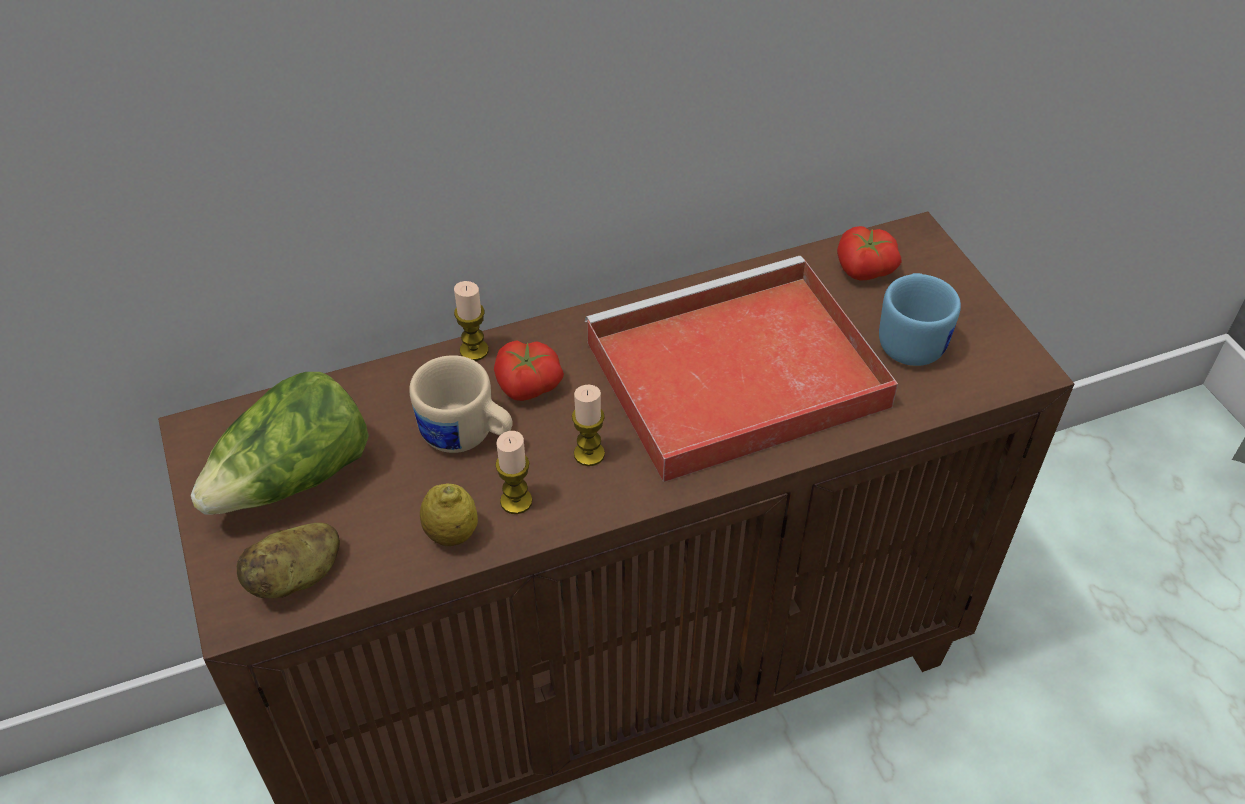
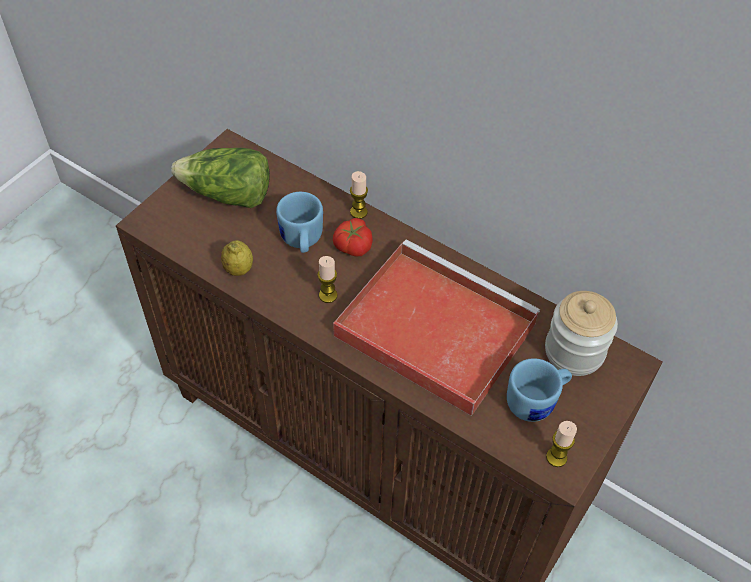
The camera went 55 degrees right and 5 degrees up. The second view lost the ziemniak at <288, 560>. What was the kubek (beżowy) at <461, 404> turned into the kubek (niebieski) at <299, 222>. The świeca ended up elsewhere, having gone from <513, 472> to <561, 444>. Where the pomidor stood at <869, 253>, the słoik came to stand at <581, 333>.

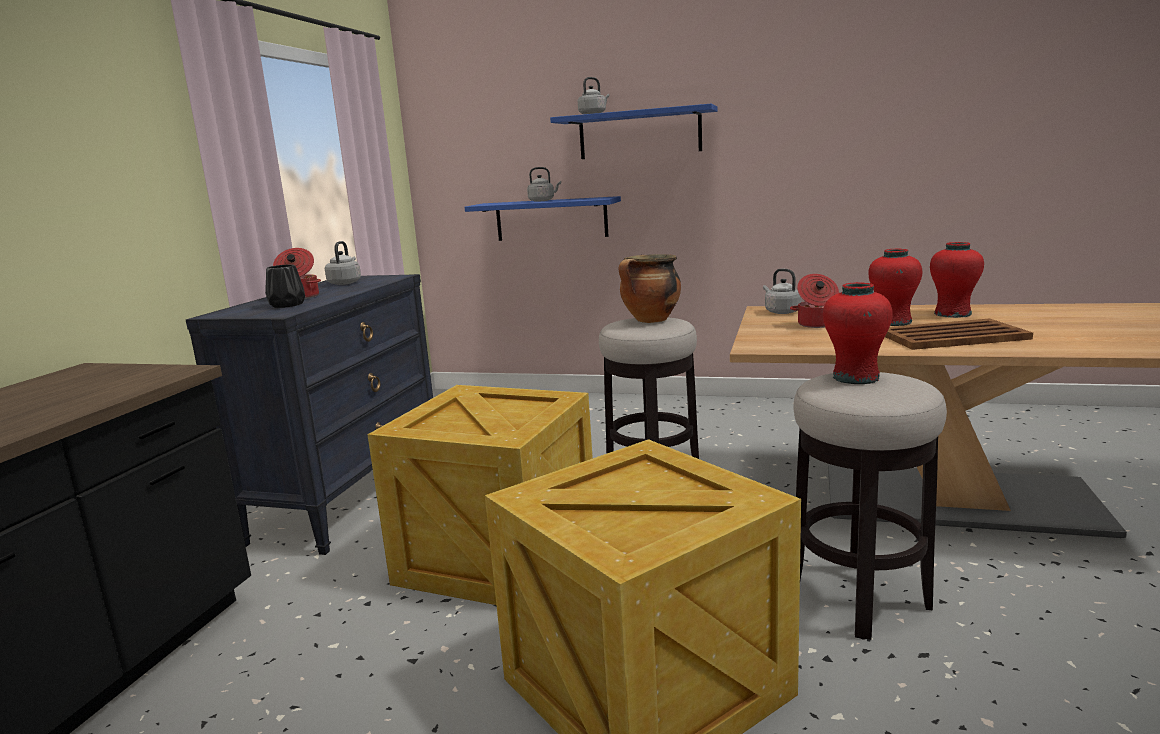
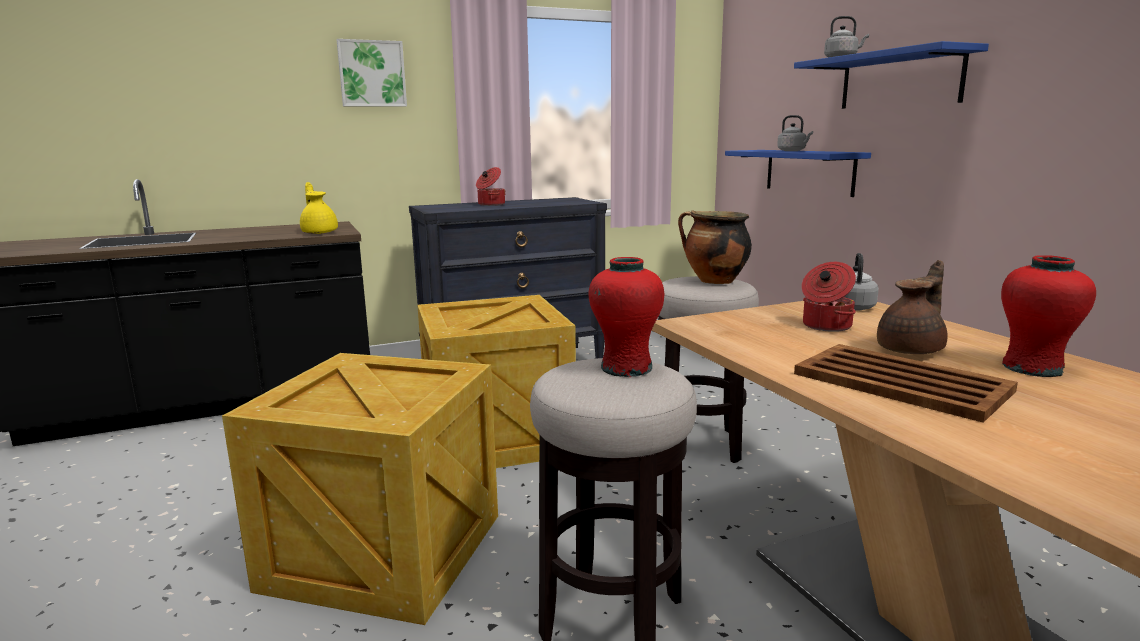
The camera went 50 degrees right and 0 degrees up. The second view lost the wazon (czarny) at <285, 286>. The second view lost the czajnik (szary) at <343, 263>. Where the wazon (czerwony) stood at <895, 287>, the imbryk (brązowy) came to stand at <912, 307>. The second view gained the imbryk (żółty) at <319, 208>. The second view gained the obraz at <372, 73>.

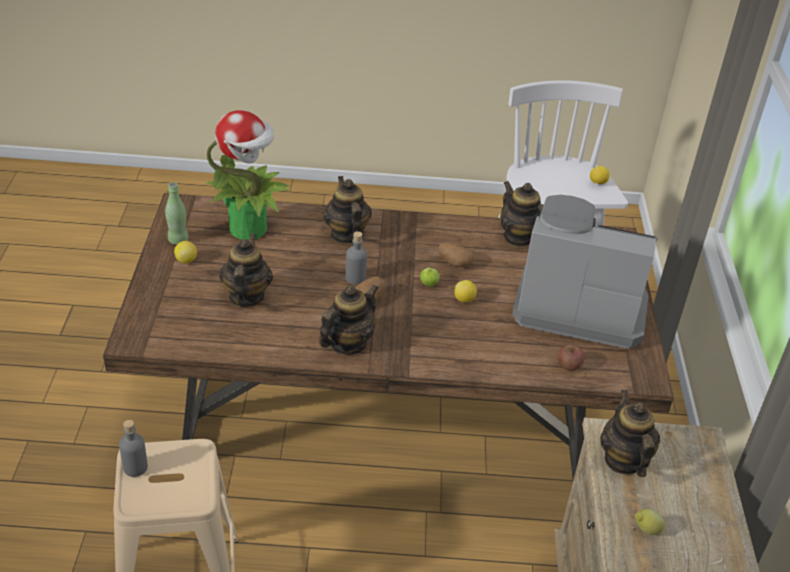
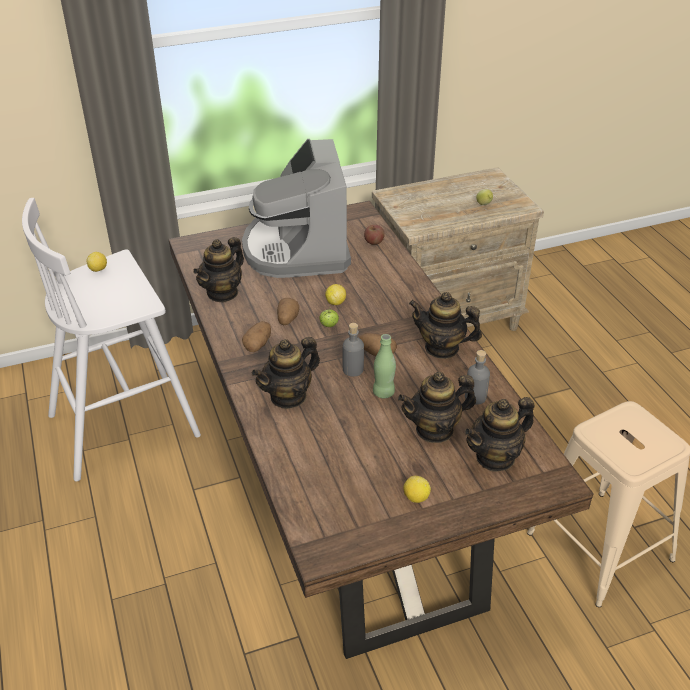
The camera went 110 degrees left and 0 degrees up. The butelka (szary) ended up elsewhere, having gone from <133, 448> to <477, 377>. The butelka (zielony) ended up elsewhere, having gone from <177, 213> to <384, 366>. The second view lost the roślina doniczkowa at <247, 175>. The imbryk ended up elsewhere, having gone from <630, 433> to <499, 434>. The second view gained the ziemniak at <256, 336>.

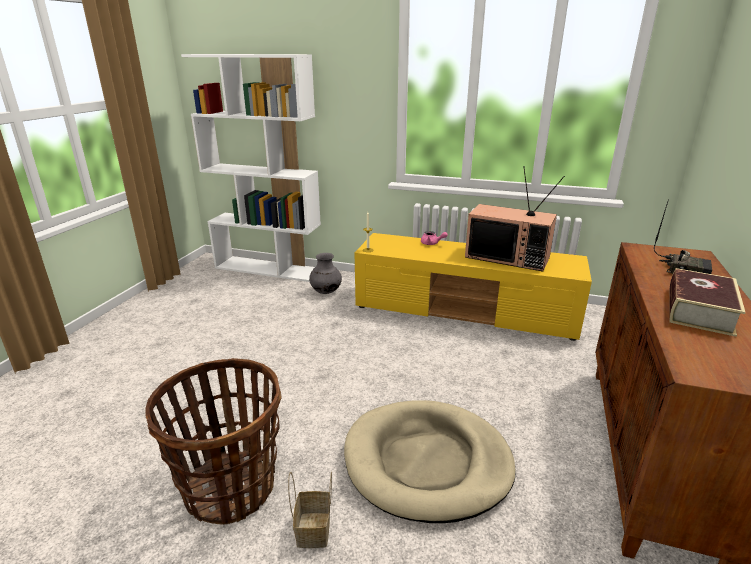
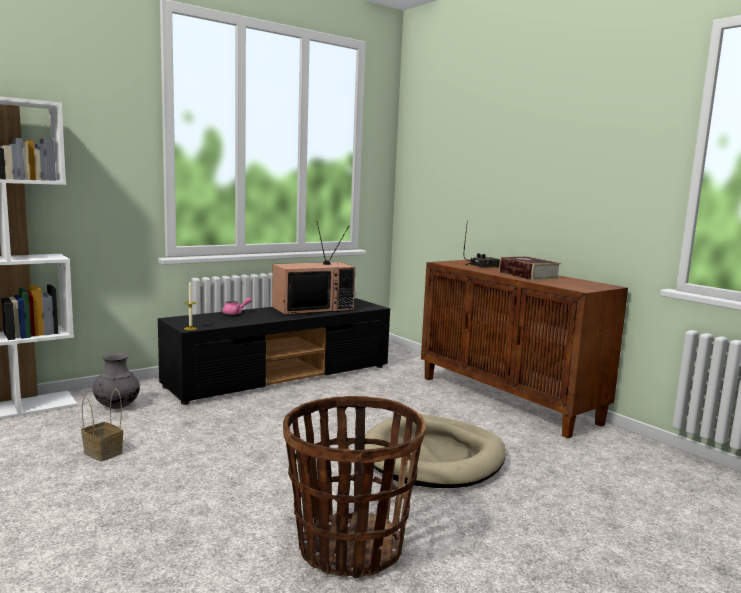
The camera went 55 degrees left and 15 degrees down. The koszyk ended up elsewhere, having gone from <310, 510> to <102, 425>. What was the szafka pod telewizor (żółty) at <473, 287> turned into the szafka pod telewizor (czarny) at <274, 351>.

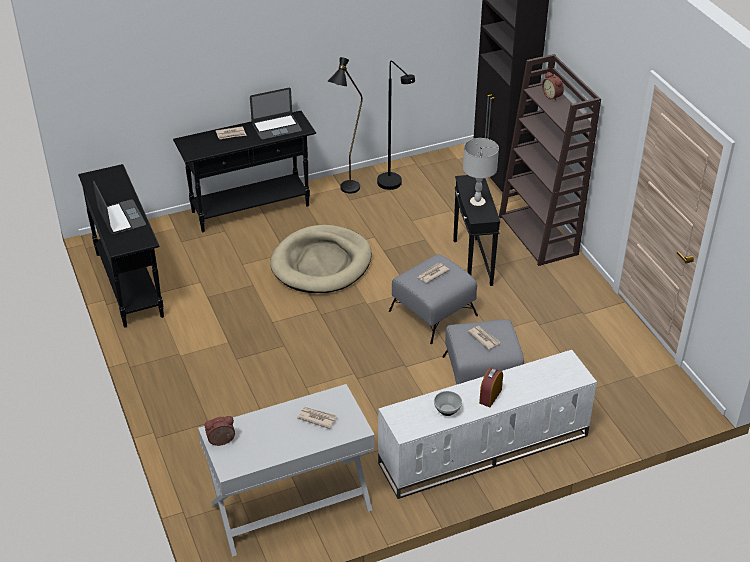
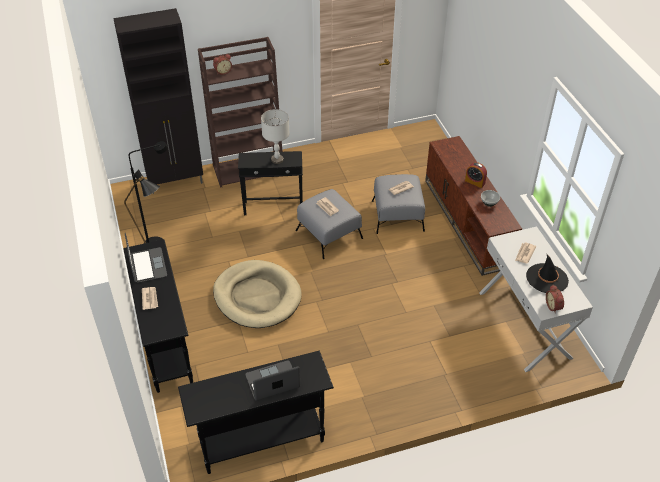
The camera went 85 degrees left and 5 degrees up. What was the szafka pod telewizor (biały) at <487, 424> turned into the szafka pod telewizor (brązowy) at <473, 206>. The second view gained the kapelusz (czarny) at <547, 273>.

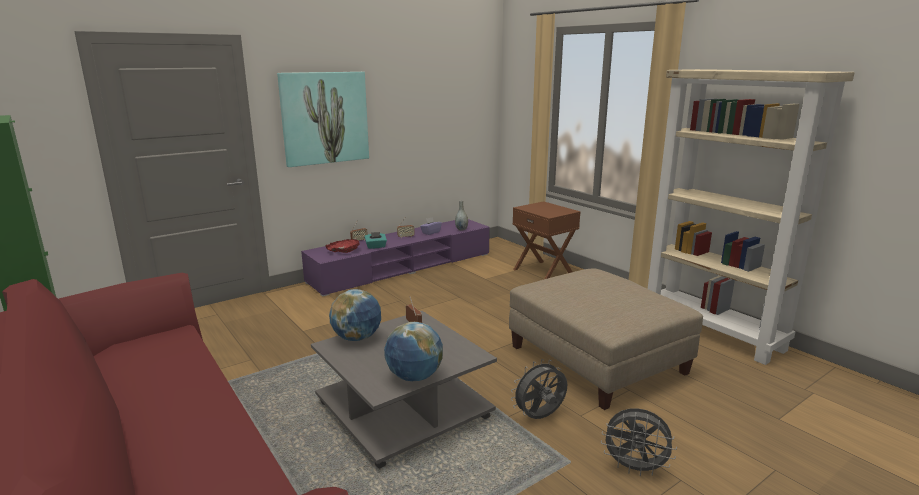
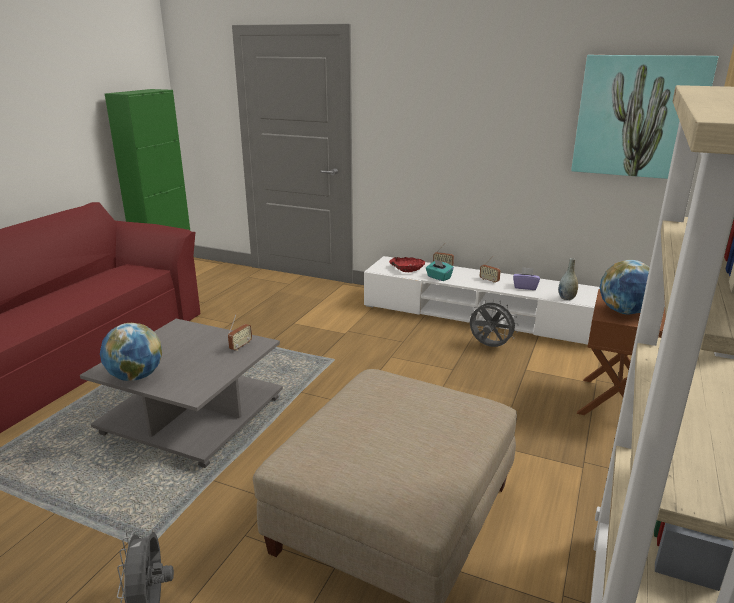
The camera went 60 degrees right and 5 degrees up. The obraz ended up elsewhere, having gone from <323, 119> to <644, 117>. What was the szafka pod telewizor (fioletowy) at <395, 258> turned into the szafka pod telewizor (biały) at <482, 300>. The globus ended up elsewhere, having gone from <355, 315> to <625, 287>. The wentylator (szary) ended up elsewhere, having gone from <539, 389> to <494, 323>.

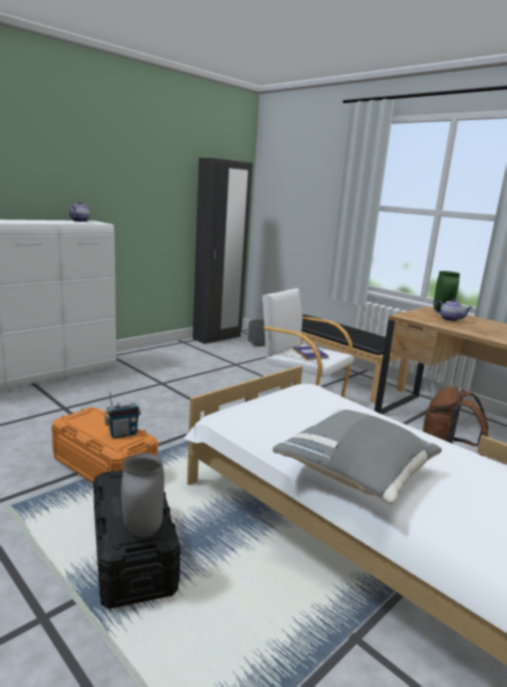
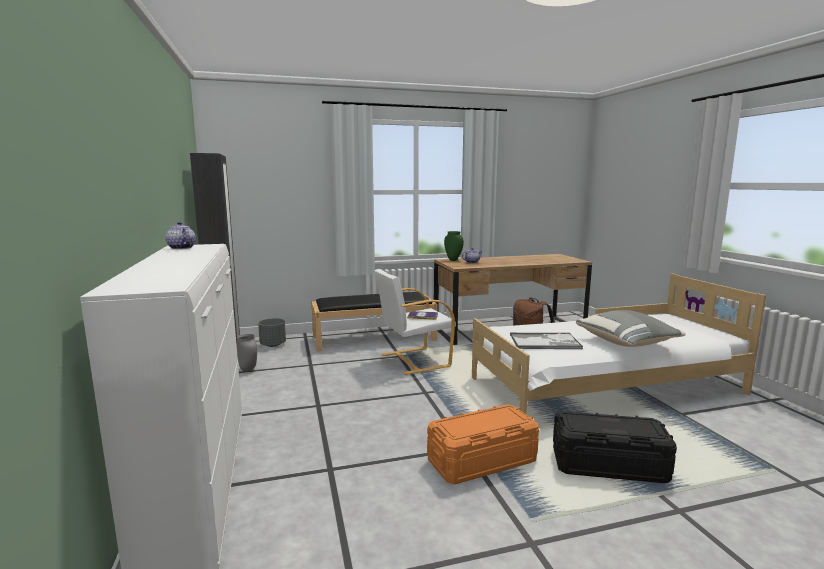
The camera went 60 degrees left and 5 degrees down. The second view lost the radio at <123, 415>. The wazon (szary) ended up elsewhere, having gone from <142, 495> to <246, 353>. The second view gained the taca at <546, 340>.

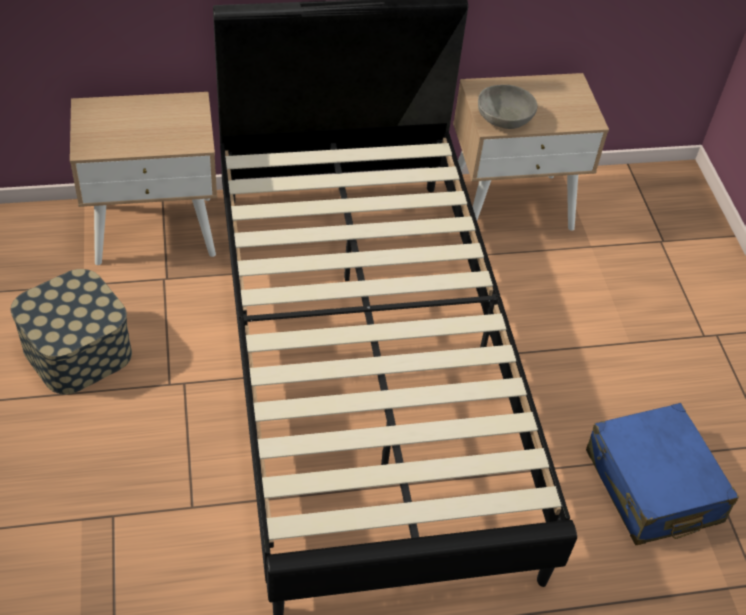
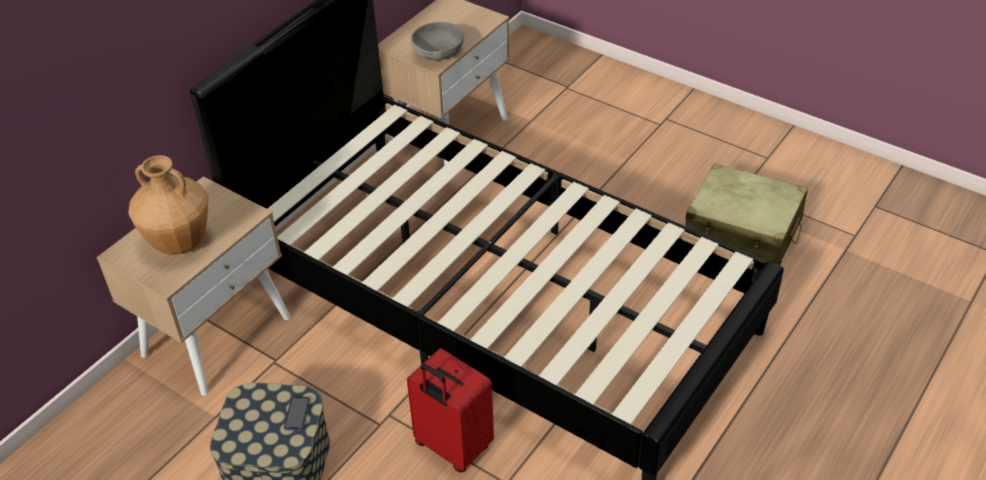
The camera went 40 degrees left and 5 degrees down. What was the walizka (niebieski) at <662, 474> turned into the walizka (beżowy) at <746, 214>. The second view gained the wazon (brązowy) at <168, 205>. The second view gained the telefon at <297, 414>. The second view gained the walizka (czerwony) at <450, 410>.

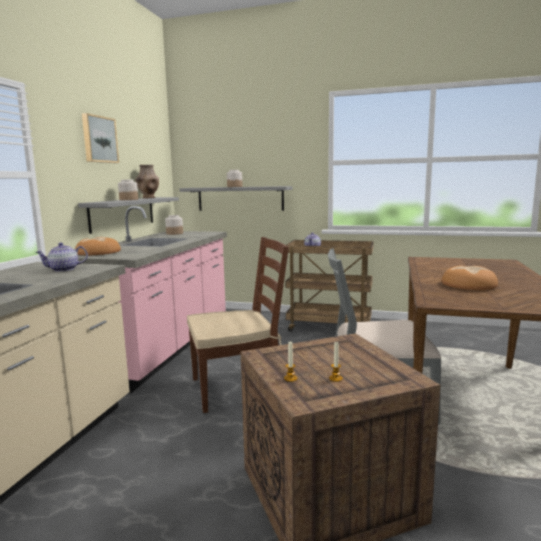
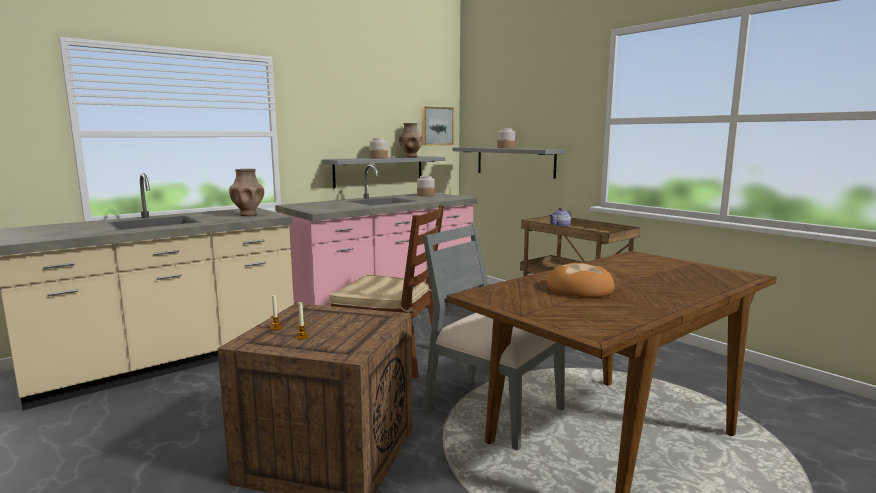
The camera went 35 degrees right and 0 degrees up. Where the imbryk stood at <62, 257>, the wazon (brązowy) came to stand at <246, 192>. The second view lost the chleb at <98, 246>. The obraz ended up elsewhere, having gone from <100, 138> to <438, 126>.

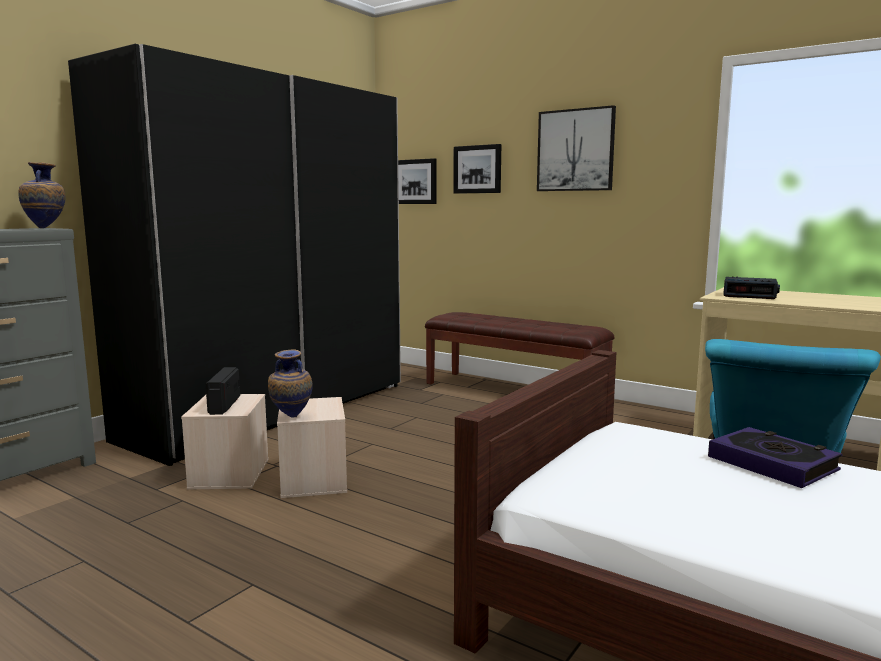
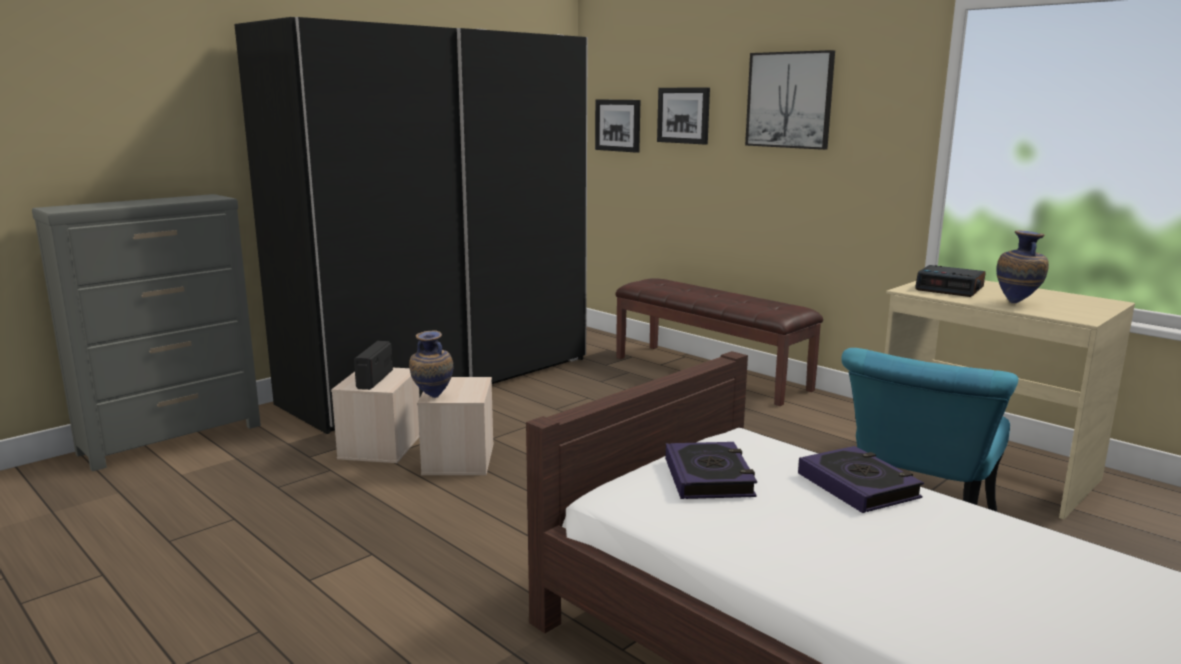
The camera went 10 degrees right and 5 degrees up. The wazon ended up elsewhere, having gone from <42, 195> to <1022, 266>. The second view gained the książka at <711, 470>.

